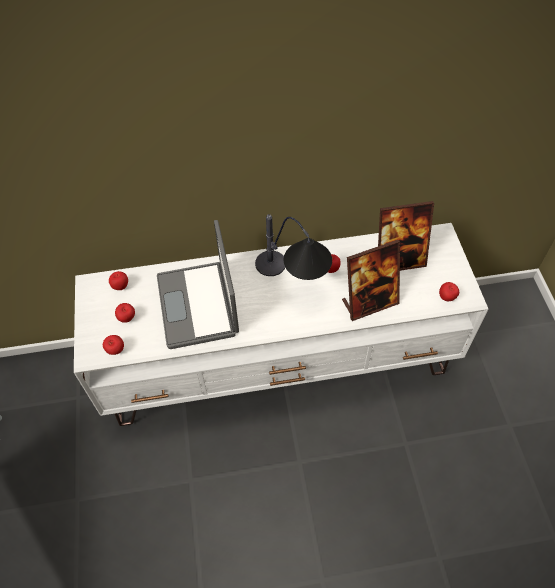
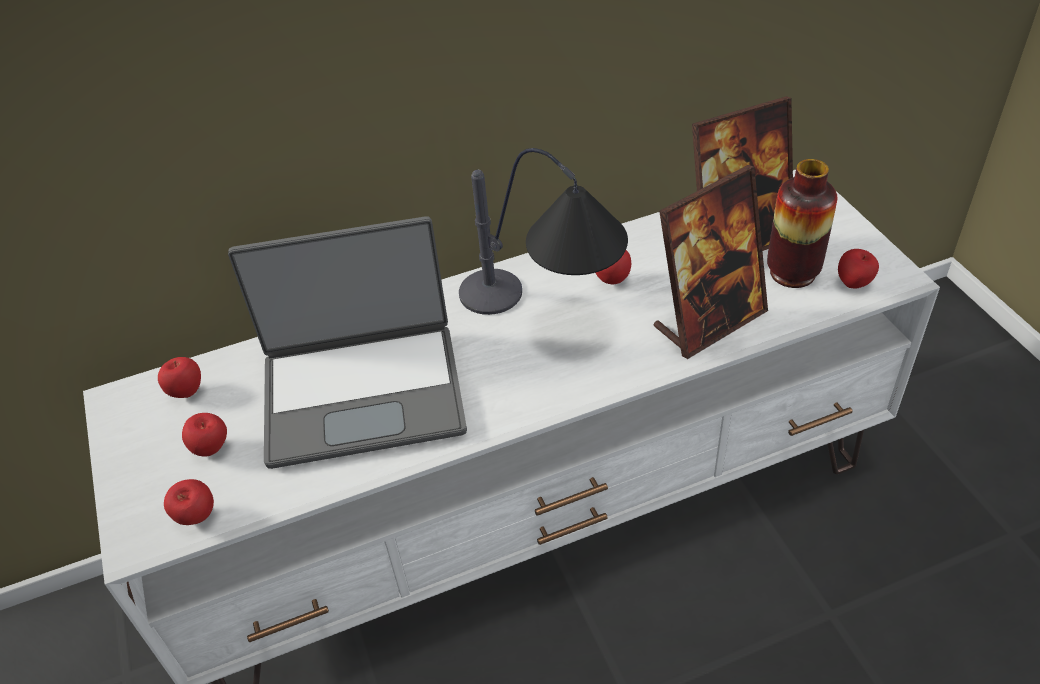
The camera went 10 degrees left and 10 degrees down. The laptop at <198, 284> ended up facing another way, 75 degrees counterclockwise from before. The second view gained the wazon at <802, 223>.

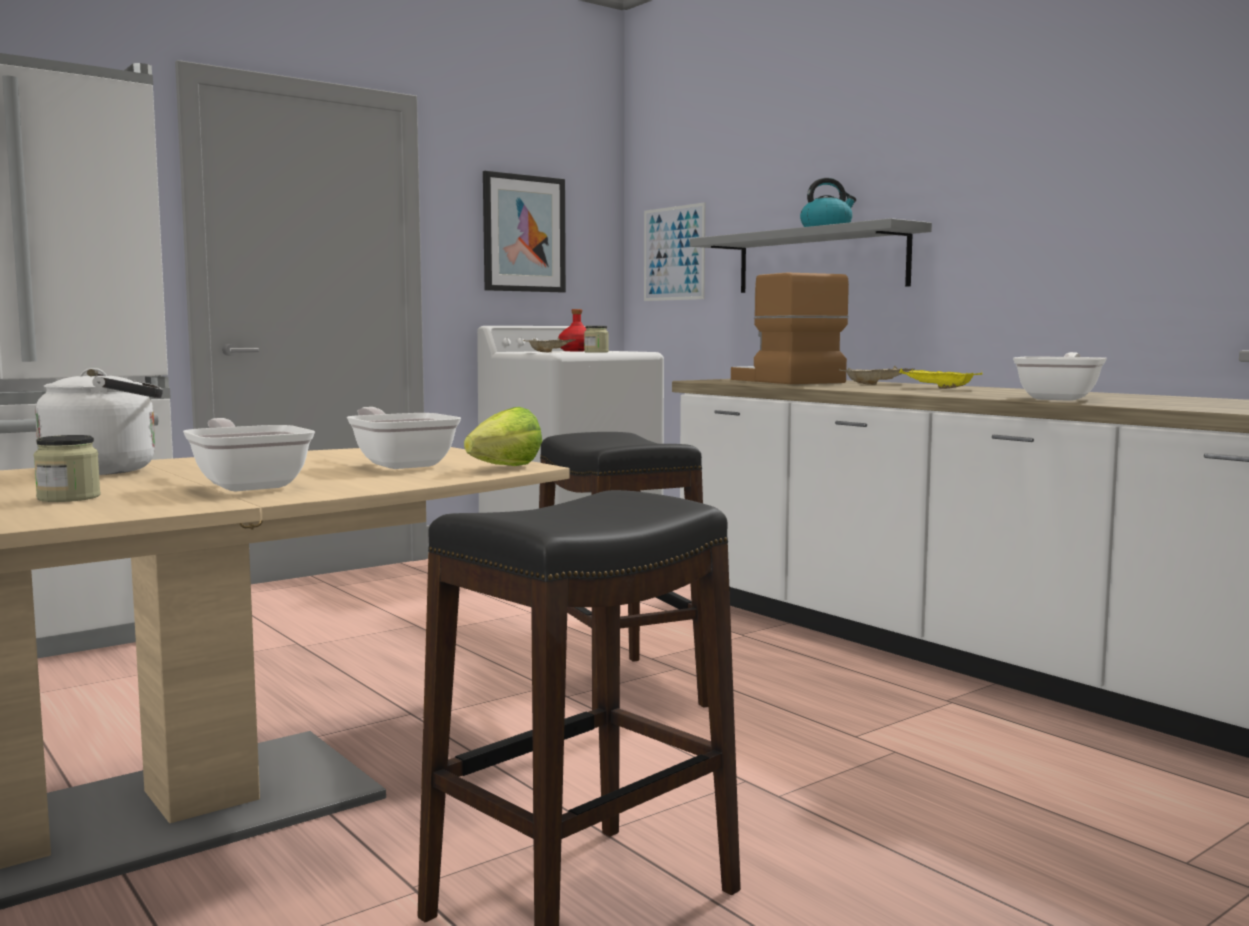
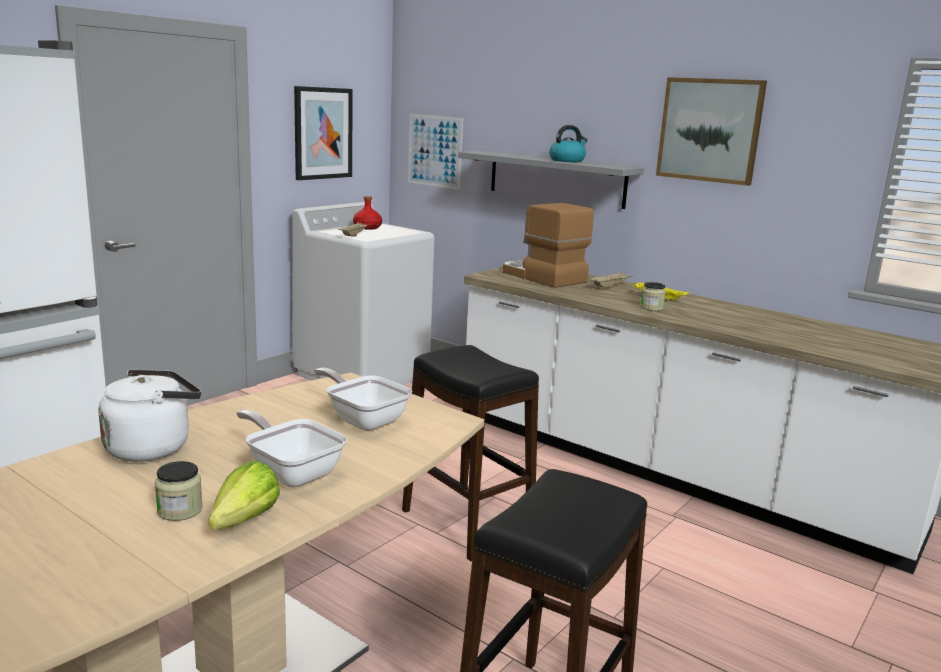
The camera went 15 degrees left and 10 degrees up. The sałata ended up elsewhere, having gone from <503, 436> to <244, 495>. The słoik ended up elsewhere, having gone from <596, 339> to <653, 296>. The second view lost the patelnia at <1060, 376>. The second view gained the obraz at <711, 131>.

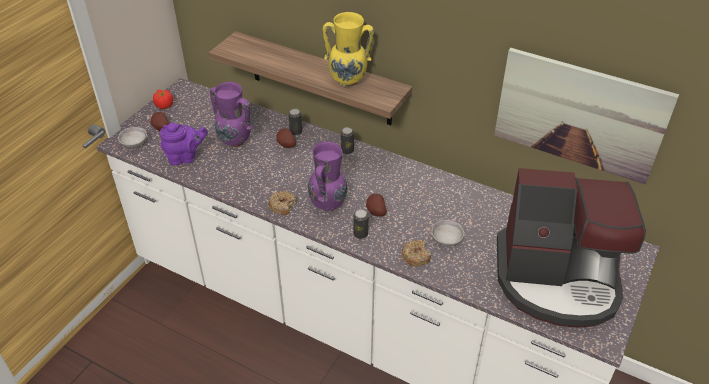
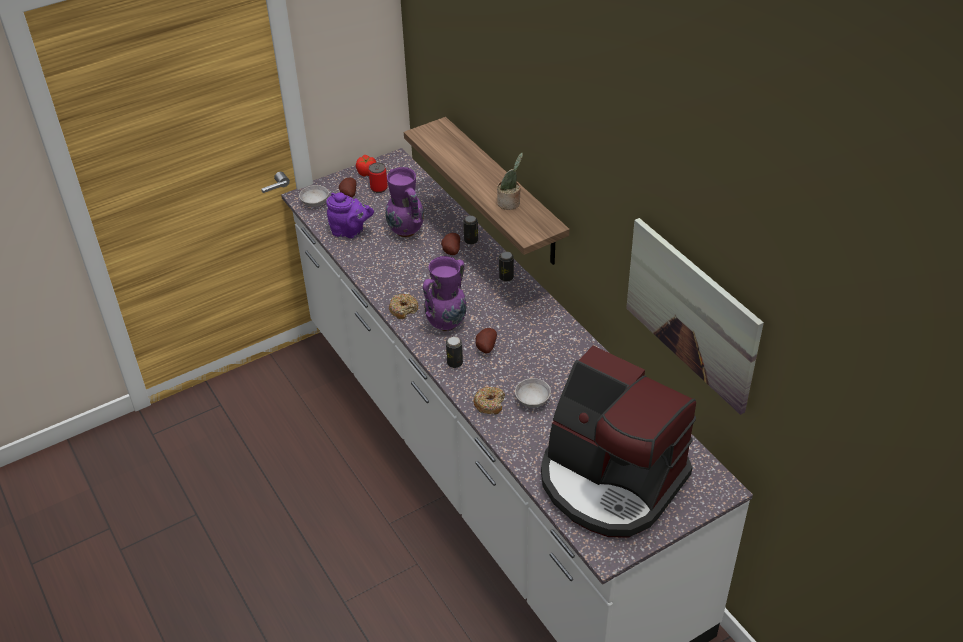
The camera went 30 degrees right and 0 degrees up. Where the wazon (żółty) stood at <348, 49>, the roślina doniczkowa came to stand at <510, 181>. The second view gained the puszka at <378, 178>.

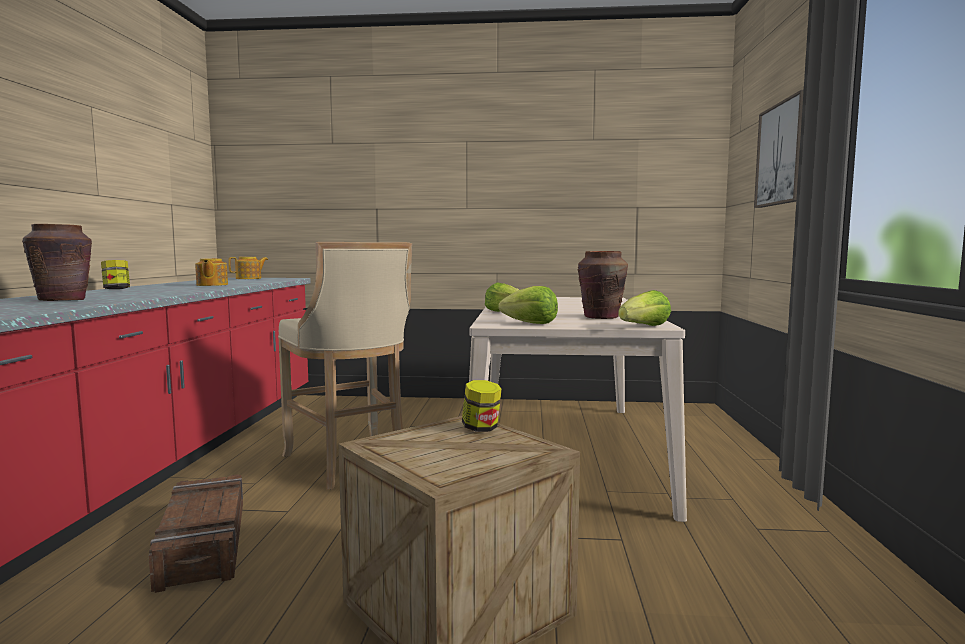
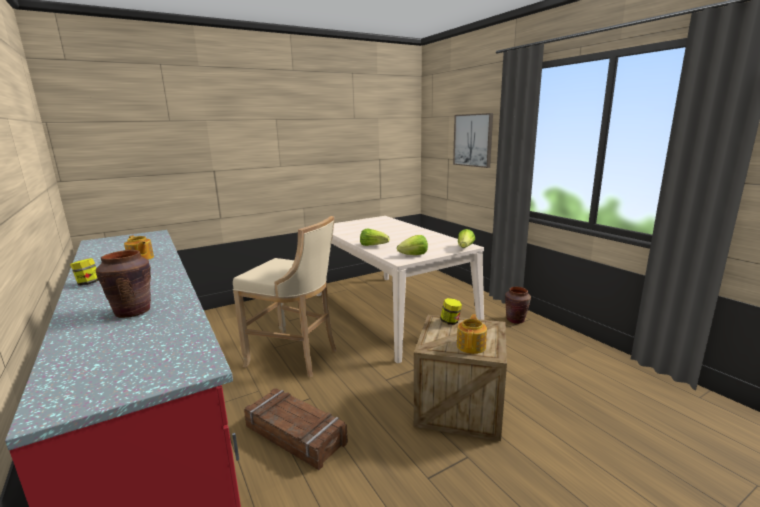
The camera went 35 degrees left and 10 degrees up. The imbryk ended up elsewhere, having gone from <248, 268> to <472, 334>. The wazon (brązowy) ended up elsewhere, having gone from <603, 285> to <518, 305>.

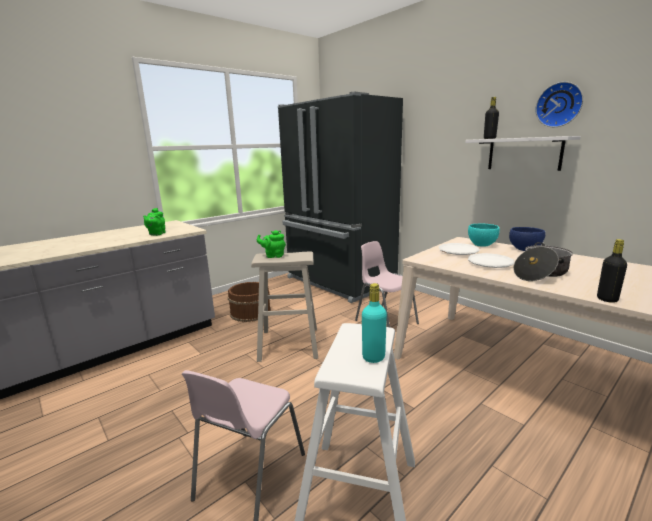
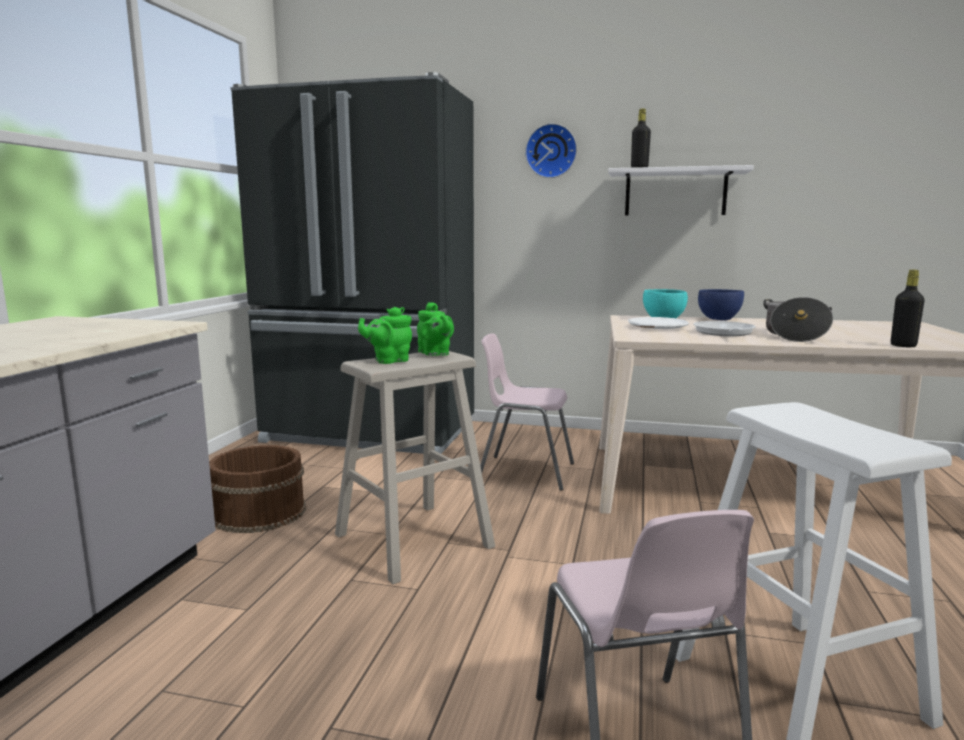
The camera went 35 degrees left and 5 degrees down. The imbryk (zielony) ended up elsewhere, having gone from <154, 222> to <435, 329>. The second view lost the butelka (turkusowy) at <374, 323>. Where the talerz (biały) stood at <491, 260>, the patelnia came to stand at <724, 328>. The zegar ścienny ended up elsewhere, having gone from <559, 104> to <551, 150>.

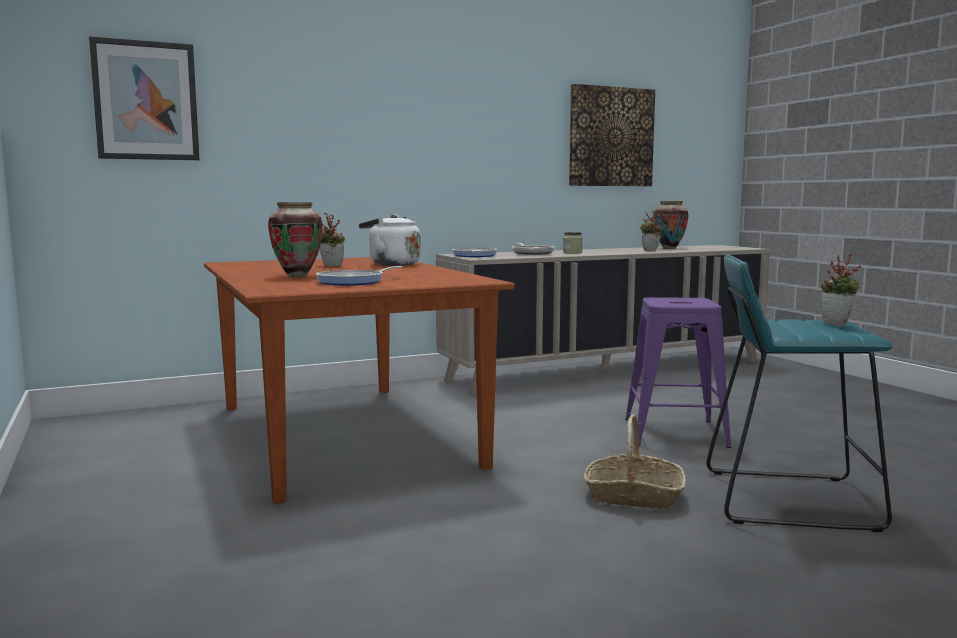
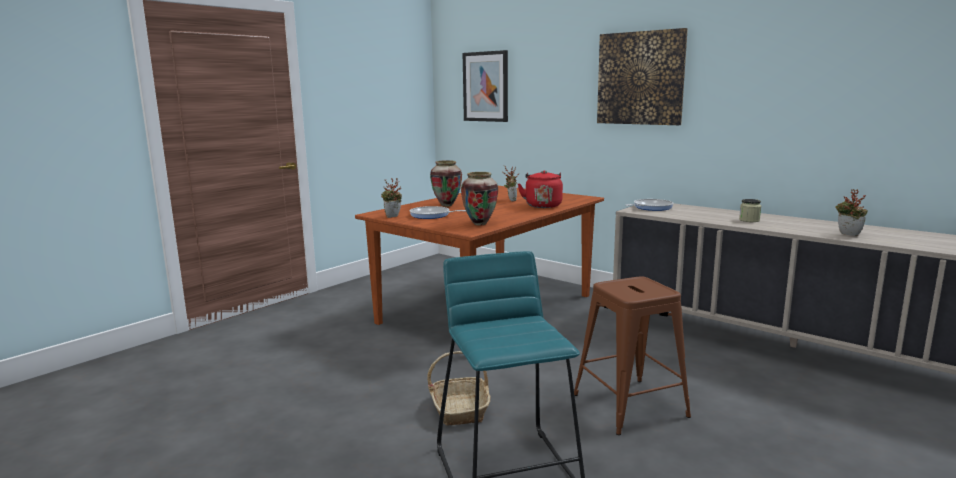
The camera went 65 degrees right and 5 degrees up. What was the czajnik (biały) at <390, 240> turned into the czajnik (czerwony) at <540, 189>. The second view lost the patelnia at <533, 249>. The obraz ended up elsewhere, having gone from <612, 135> to <642, 76>. What was the stołek (fioletowy) at <678, 372> turned into the stołek (brązowy) at <632, 355>. The wazon ended up elsewhere, having gone from <671, 225> to <479, 199>. The roślina doniczkowa ended up elsewhere, having gone from <841, 290> to <391, 198>.

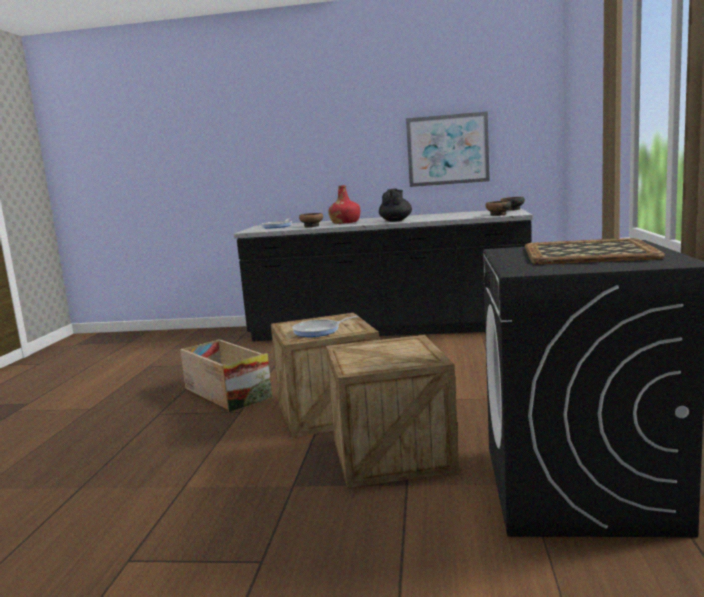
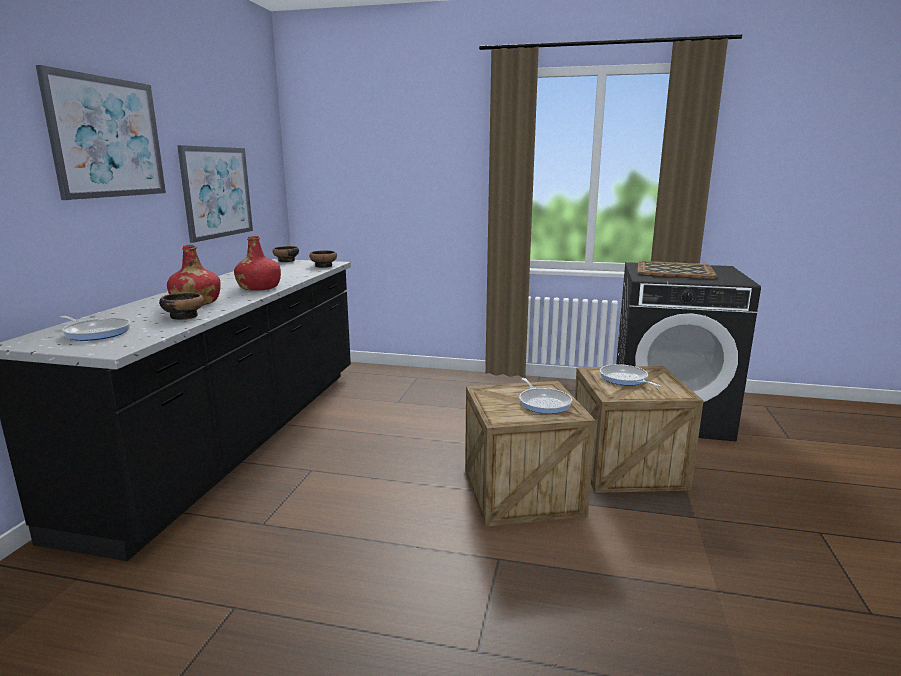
The camera went 85 degrees left and 5 degrees up. The second view lost the skrzynka at <226, 375>. Where the imbryk (czarny) stood at <395, 205>, the butelka (czerwony) came to stand at <257, 263>. The second view gained the obraz at <101, 132>. The second view gained the patelnia at <630, 375>.

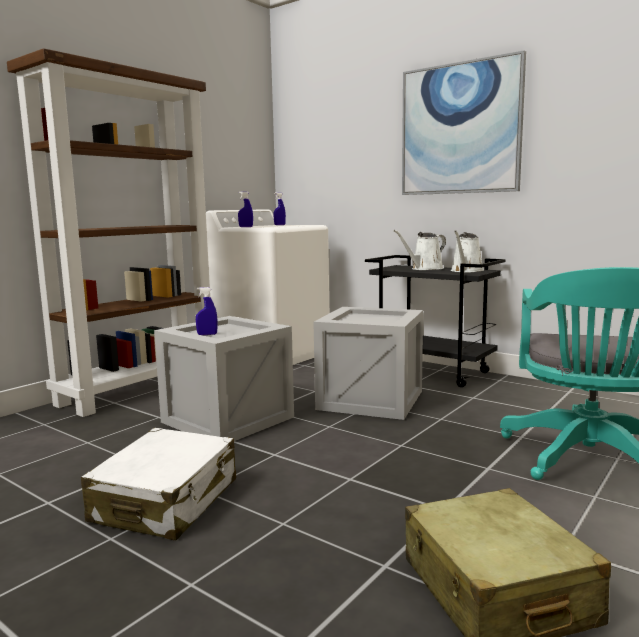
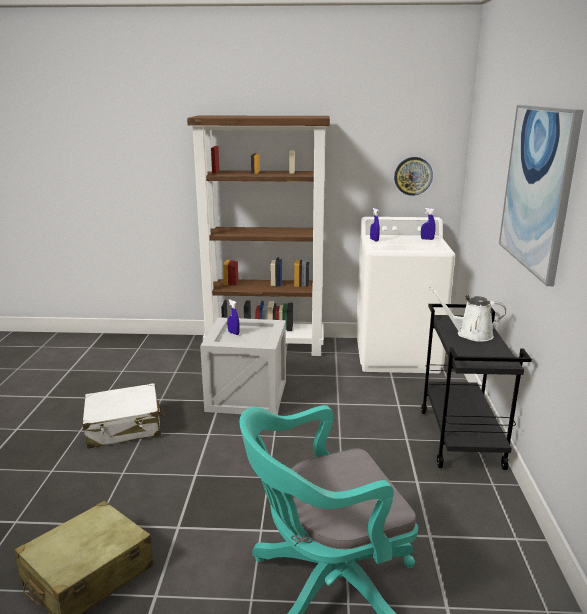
The camera went 55 degrees right and 10 degrees up. The second view lost the skrzynka at <368, 363>. The second view lost the konewka (biały) at <467, 251>. The second view gained the zegar ścienny at <413, 176>.

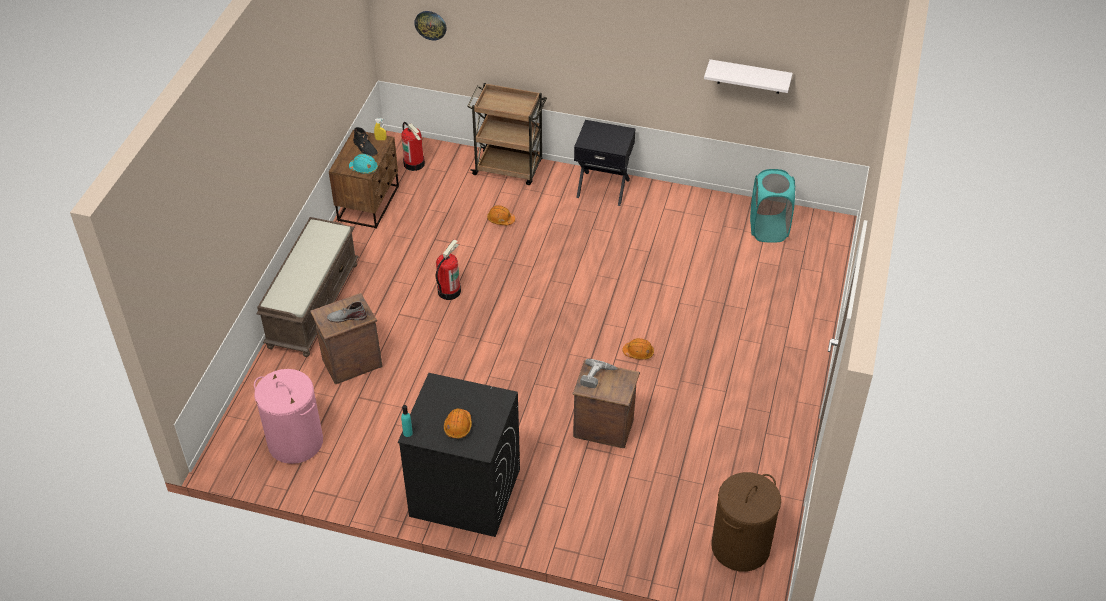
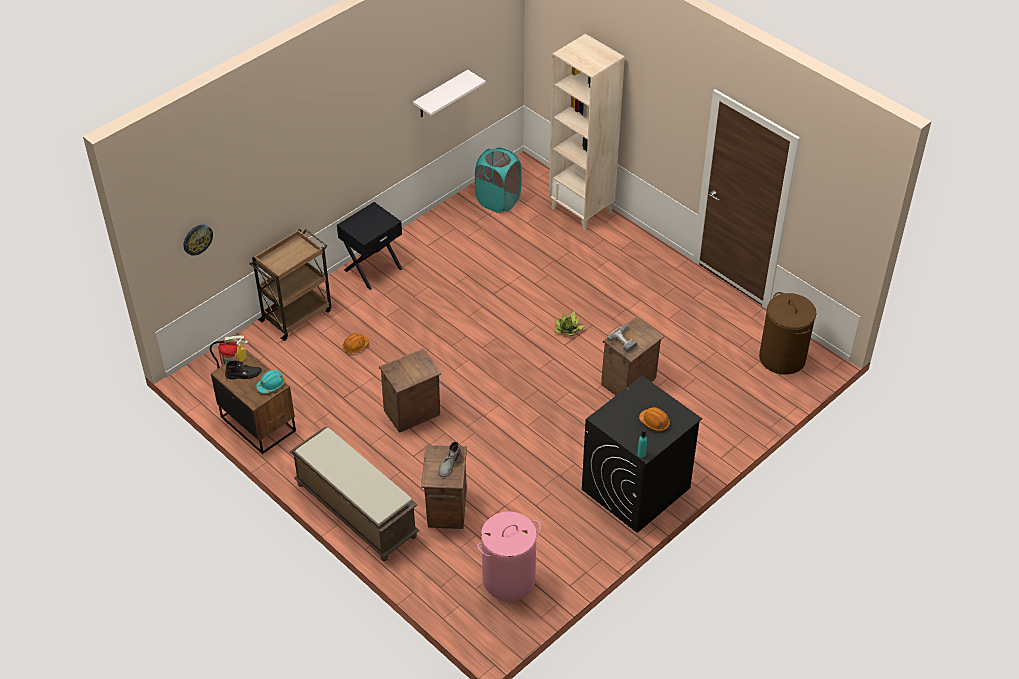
The camera went 60 degrees left and 0 degrees up. Where the gaśnica stood at <448, 269>, the skrzynka came to stand at <410, 390>. Where the kask (pomarańczowy) stood at <638, 349>, the roślina doniczkowa came to stand at <569, 323>. The second view gained the regał (beżowy) at <587, 132>.

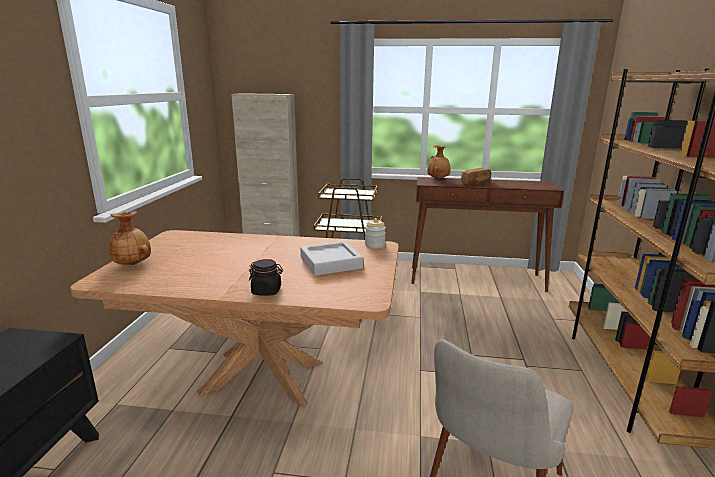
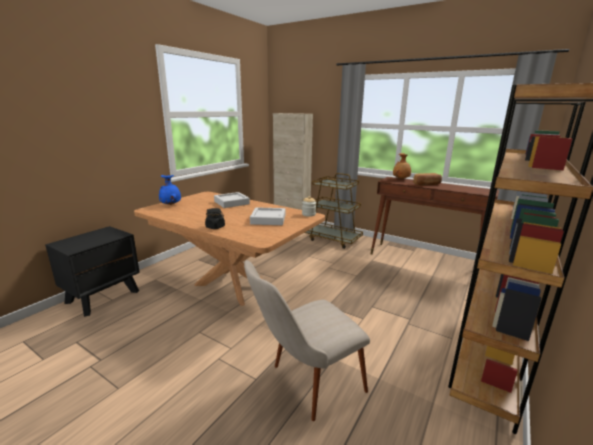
The camera went 25 degrees right and 0 degrees up. What was the wazon (brązowy) at <130, 238> turned into the wazon (niebieski) at <170, 190>. The second view gained the taca (szary) at <232, 200>.

